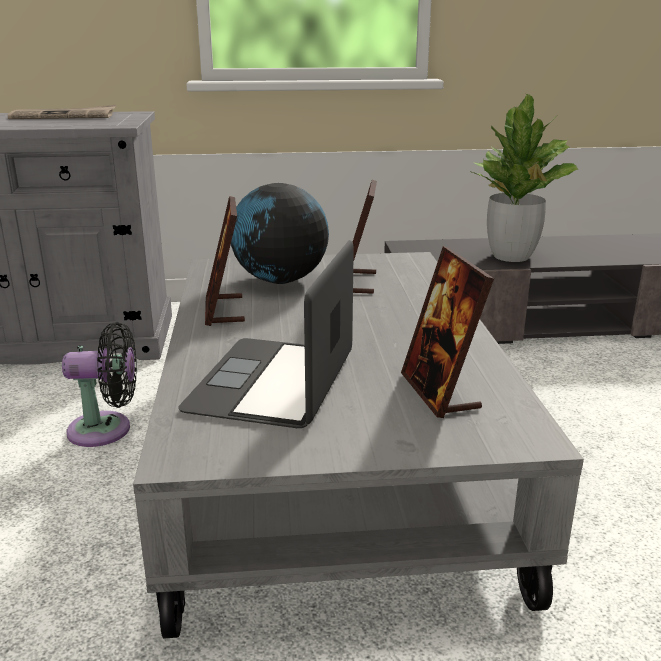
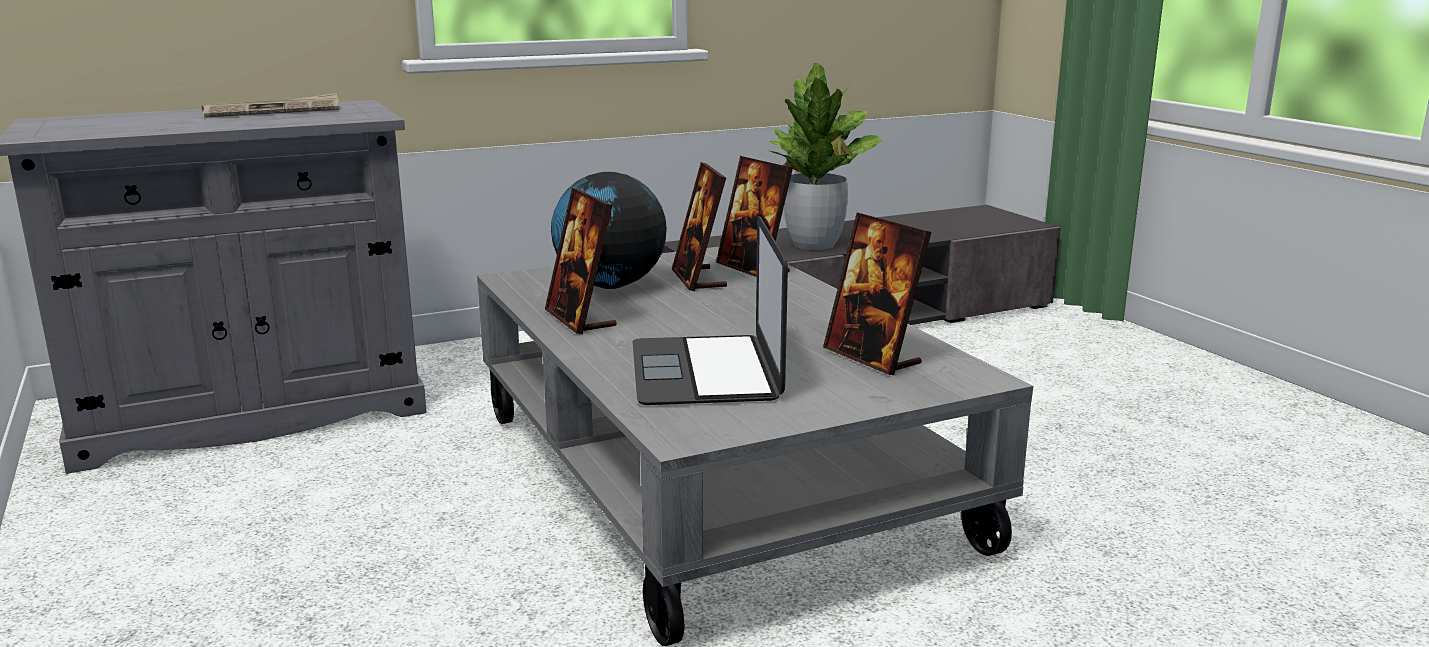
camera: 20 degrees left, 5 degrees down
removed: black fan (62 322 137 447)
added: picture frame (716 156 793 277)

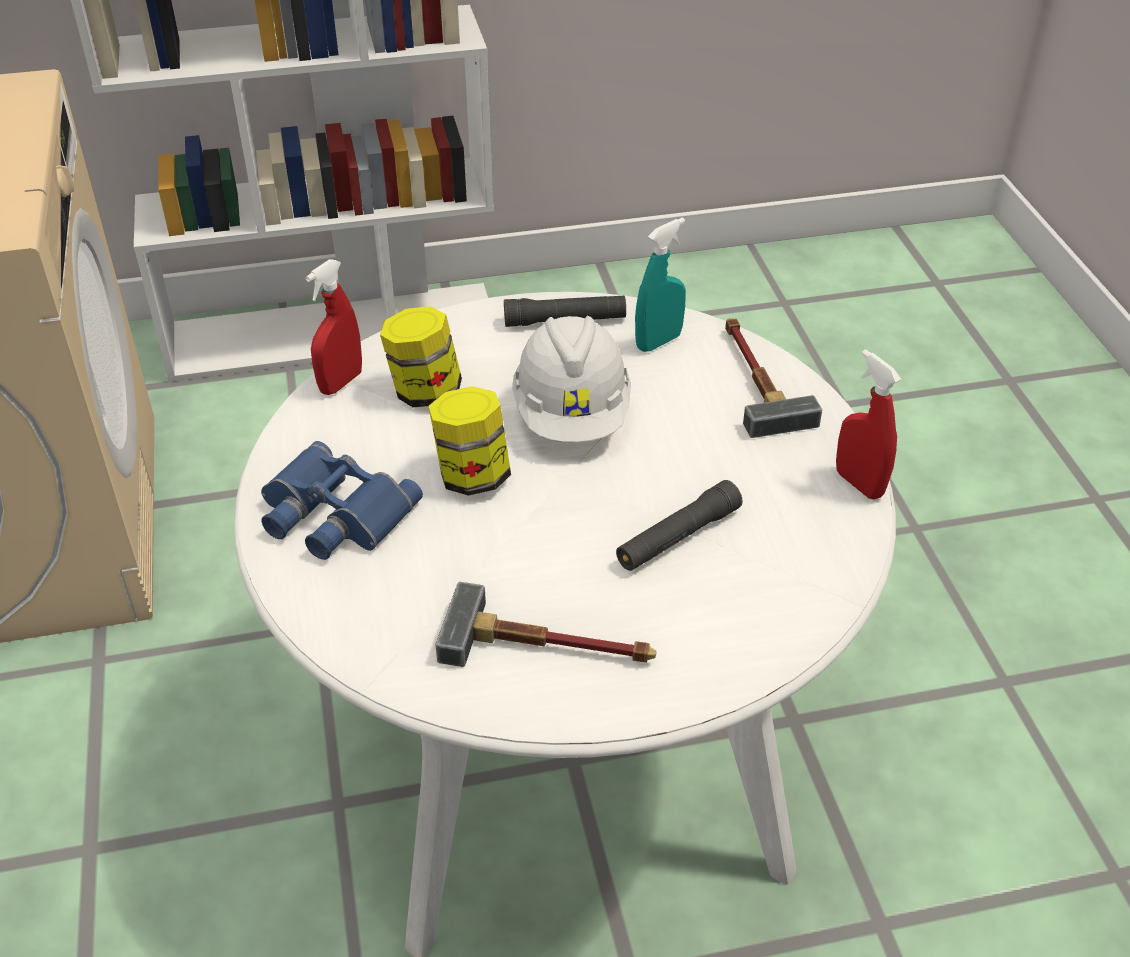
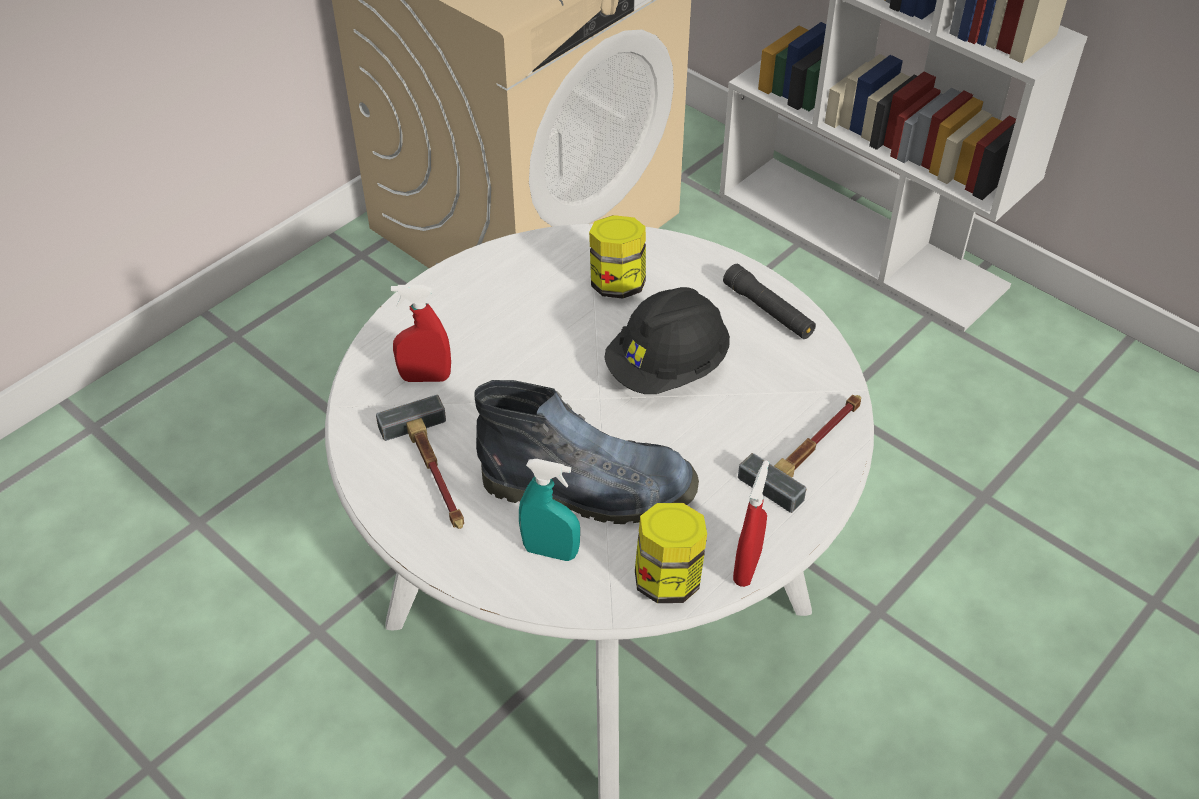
camera: 55 degrees right, 5 degrees up
removed: blue binoculars (261 441 423 560)
moved: red spray bottle (305 259 362 395) to (391 285 451 382); jar (429 386 511 496) to (635 503 707 603); turquoise spray bottle (635 217 686 352) to (519 459 580 561)
replaced: black flashlight (616 480 742 571) to boot (474 380 699 524)
recoloured: white hard hat (512 316 631 443) to black hard hat (605 287 730 394)

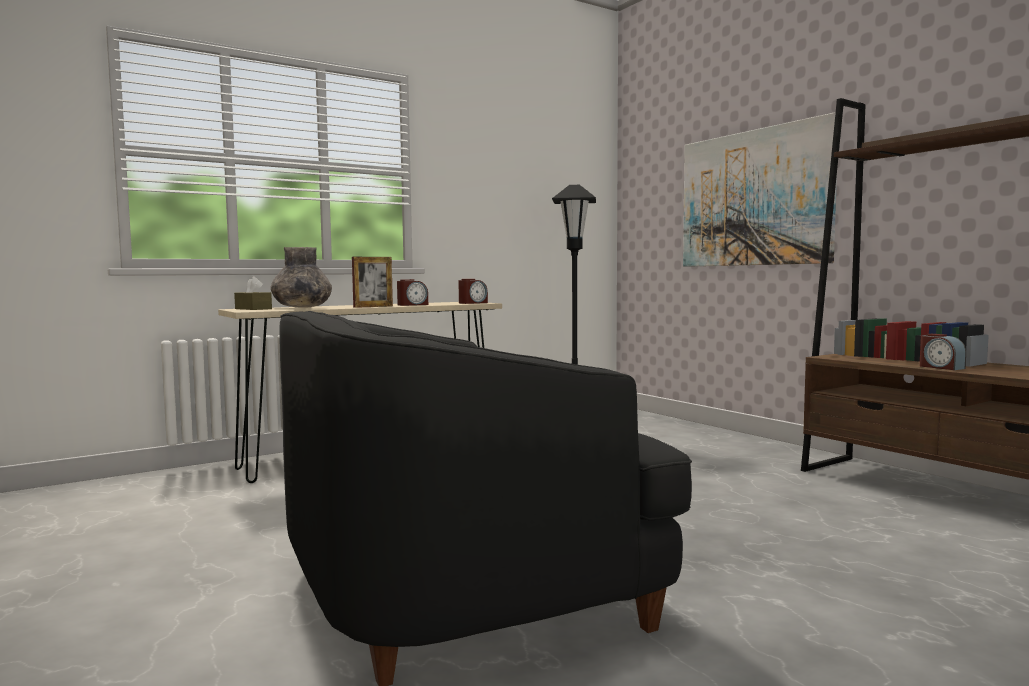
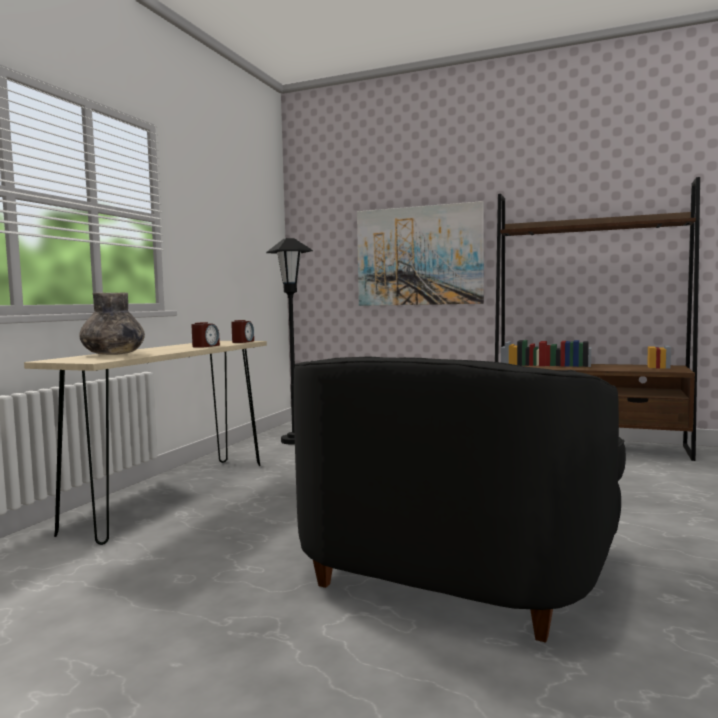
camera: 35 degrees left, 0 degrees up
removed: brown tissue box (234 276 272 310); picture frame (352 257 393 308); alarm clock (920 334 966 370)

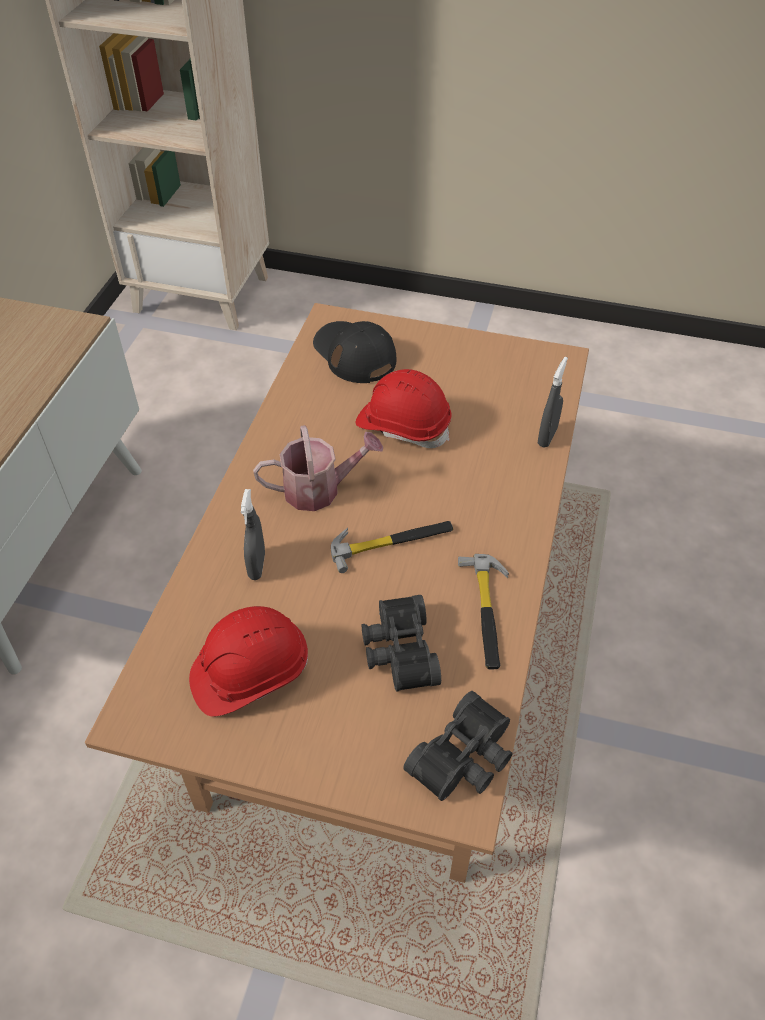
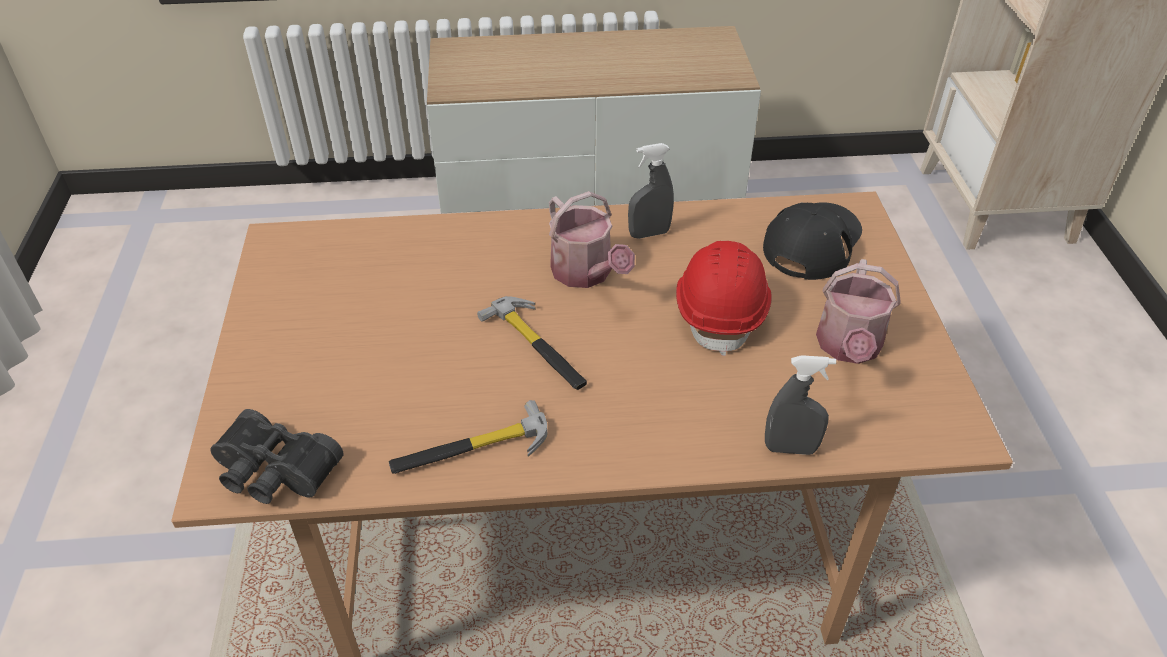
camera: 70 degrees right, 5 degrees down
removed: red hard hat (189 606 308 717); black binoculars (362 595 441 692)
added: watering can (816 259 901 364)
moved: grey spray bottle (241 489 265 580) to (628 143 674 239)

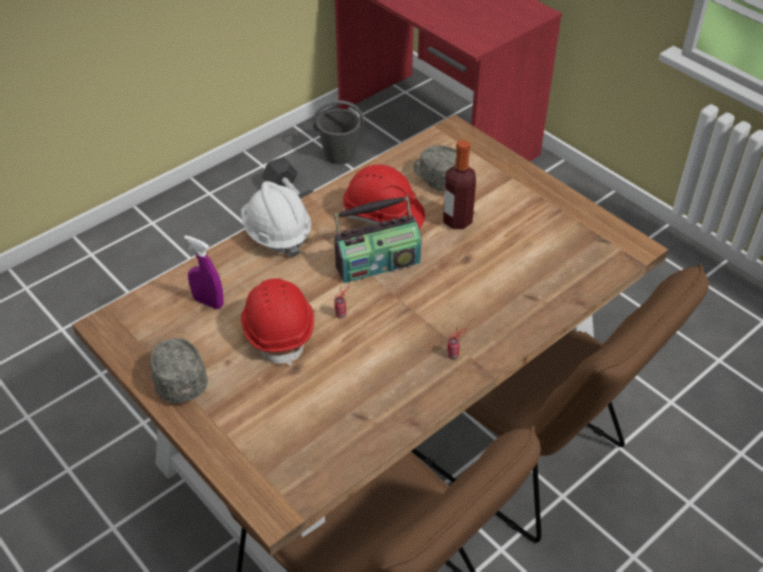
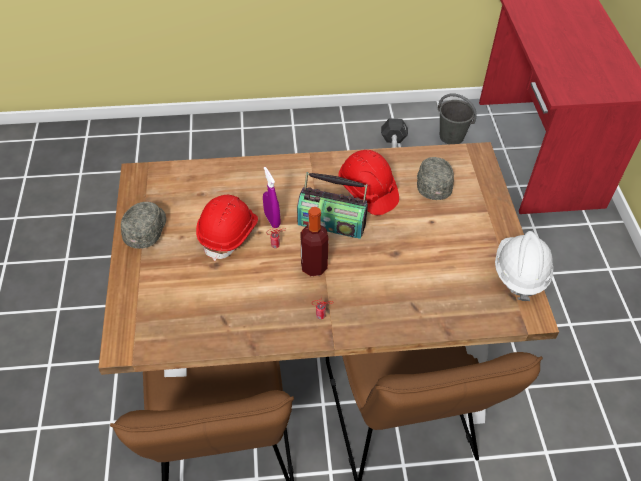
camera: 35 degrees right, 5 degrees up
moved: purple spray bottle (184 235 224 309) to (263 167 280 228); white hard hat (241 181 311 257) to (495 231 553 301); bottle (443 140 476 229) to (301 207 329 276)

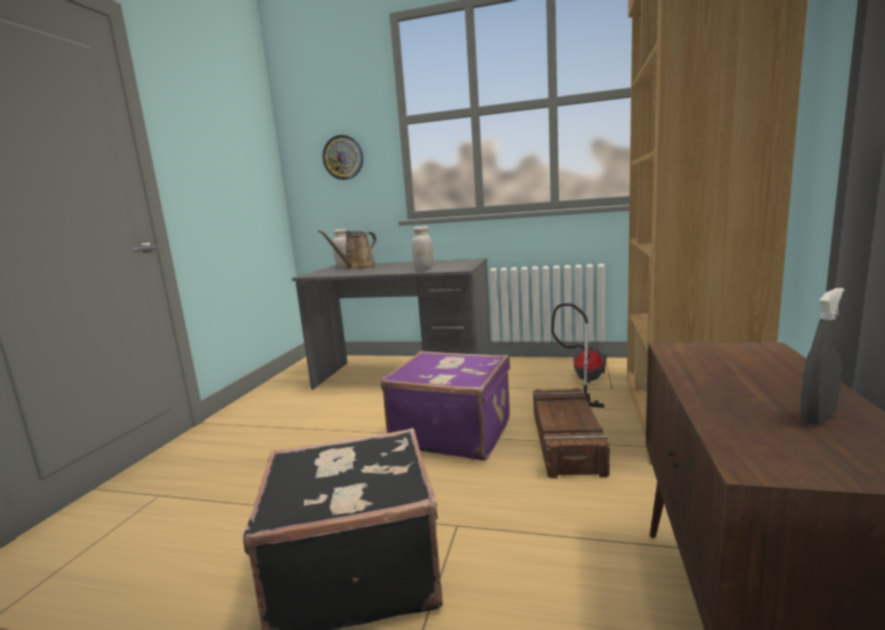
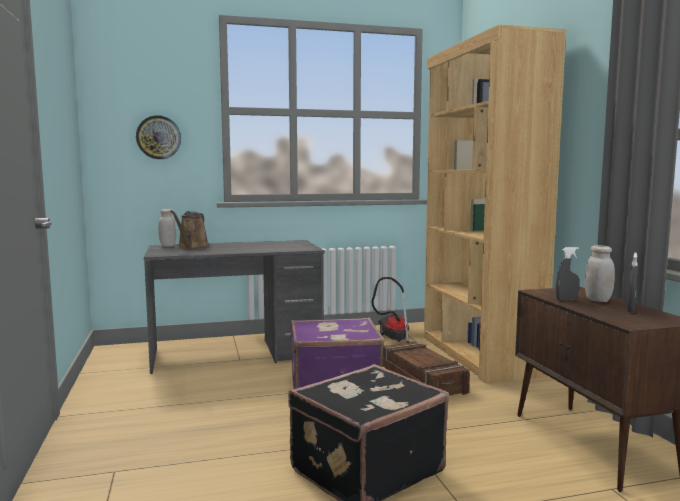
camera: 30 degrees left, 5 degrees down
added: grey spray bottle (556 247 580 301)
moved: white jar (412 226 434 271) to (585 245 615 302)

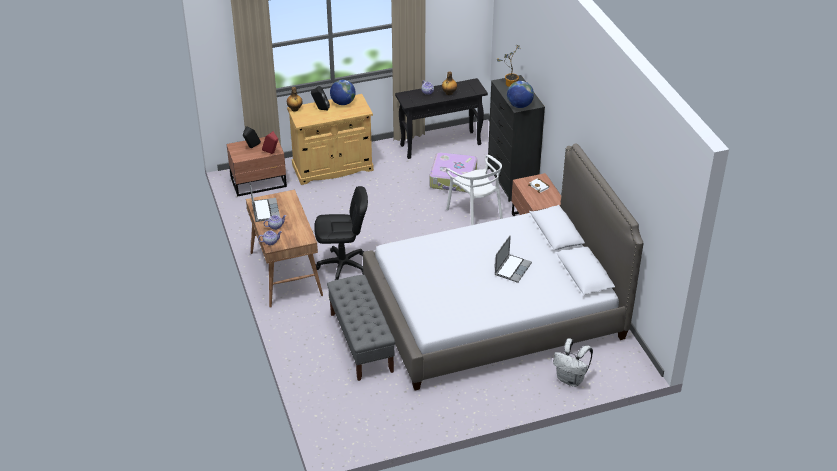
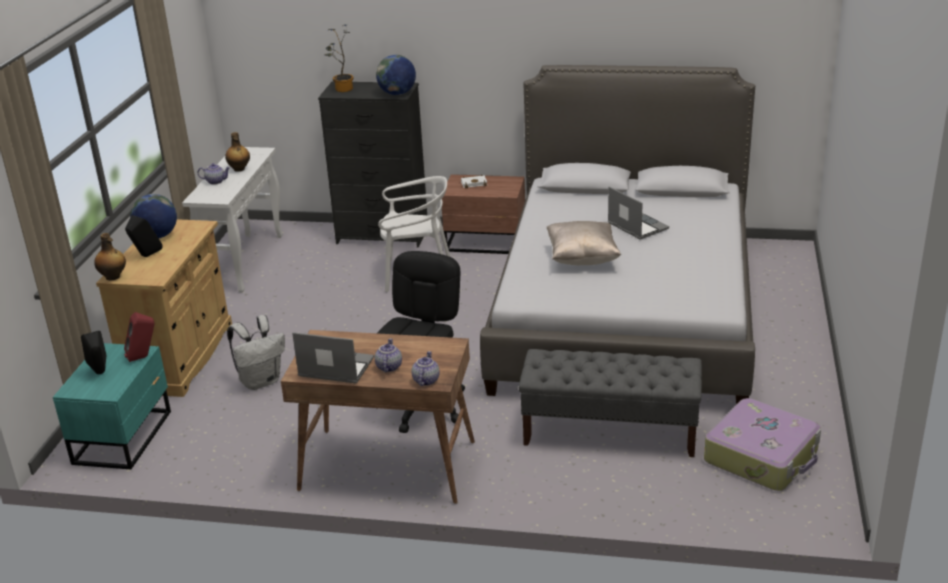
camera: 60 degrees left, 10 degrees down
added: beige pillow (547 221 621 265)
moved: suitcase (430 153 477 192) to (704 398 821 491); white backpack (553 338 593 387) to (227 315 285 390)
recoloured: brown nightstand (226 135 287 197) to turquoise nightstand (53 343 171 469); black console table (395 78 488 159) to white console table (182 147 283 292)

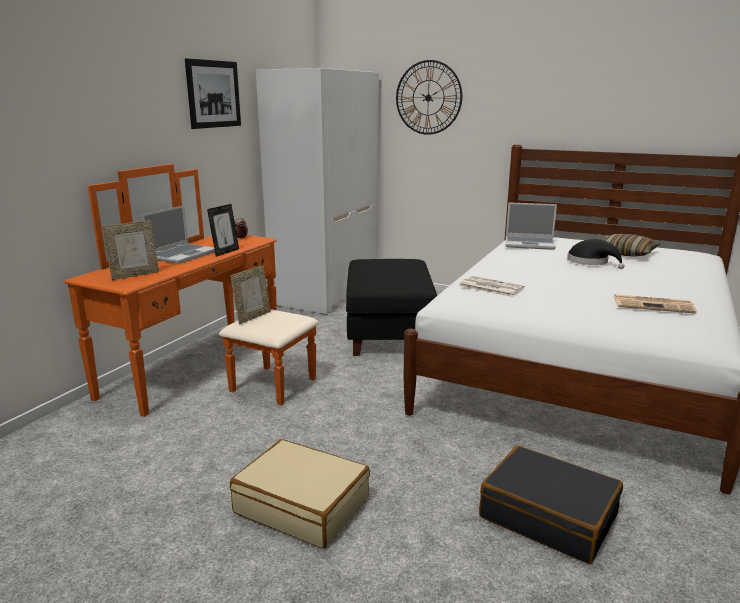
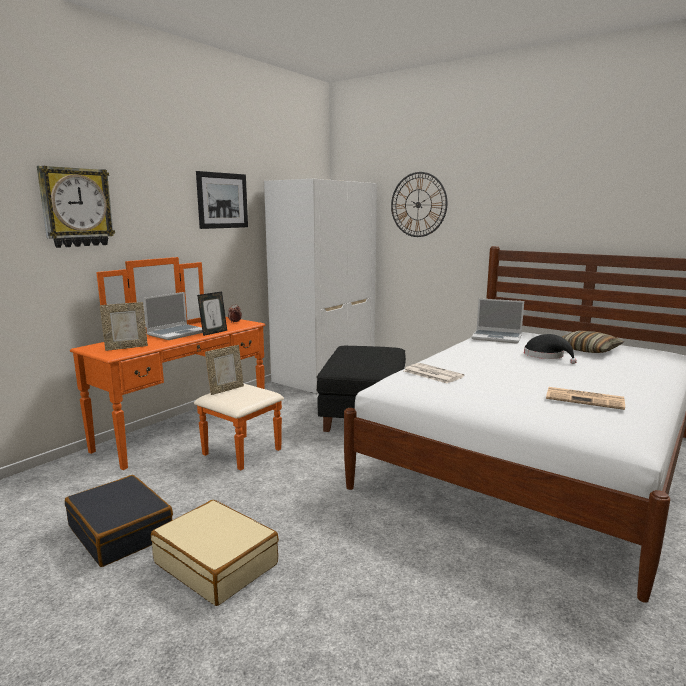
camera: 10 degrees right, 5 degrees down
added: wall clock (37 166 115 248)
moved: black suitcase (479 445 623 564) to (65 475 173 567)

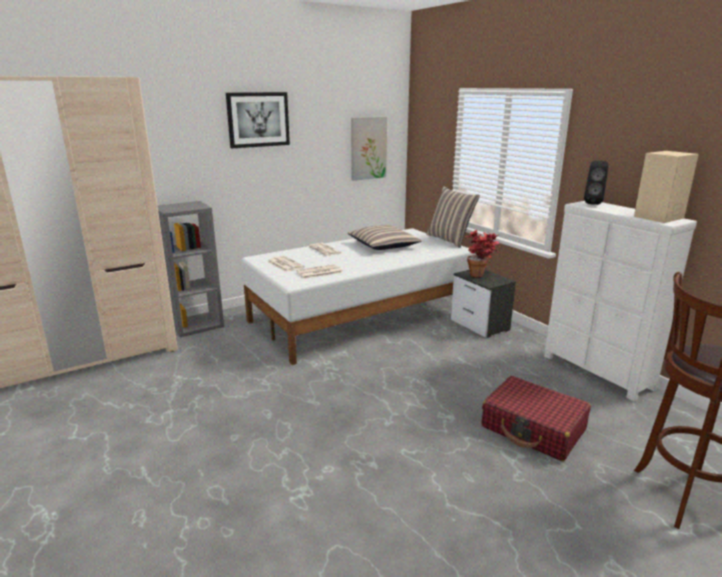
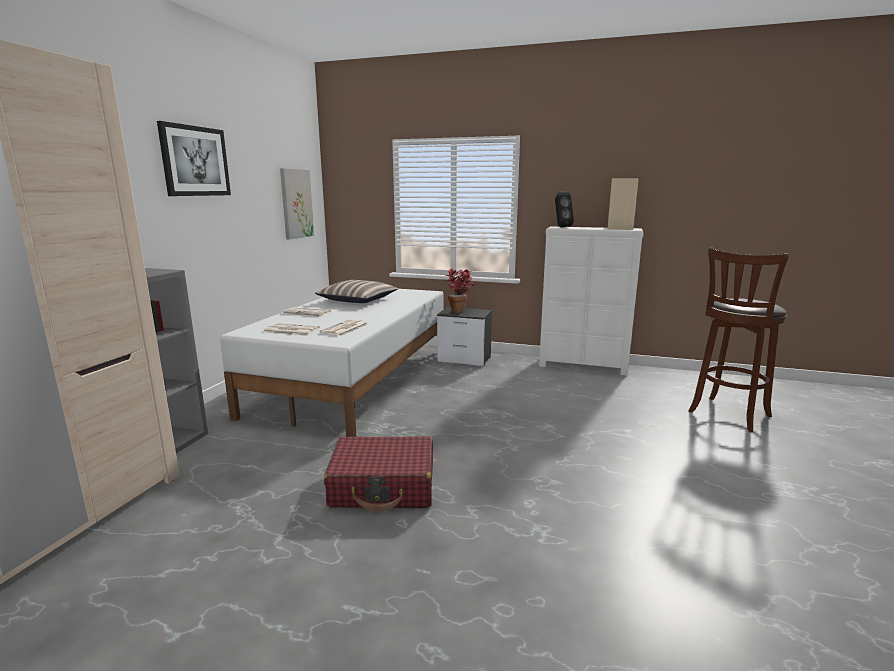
camera: 40 degrees left, 5 degrees down
removed: pillow (426 186 480 248)
moved: red suitcase (481 376 591 461) to (324 437 433 512)

